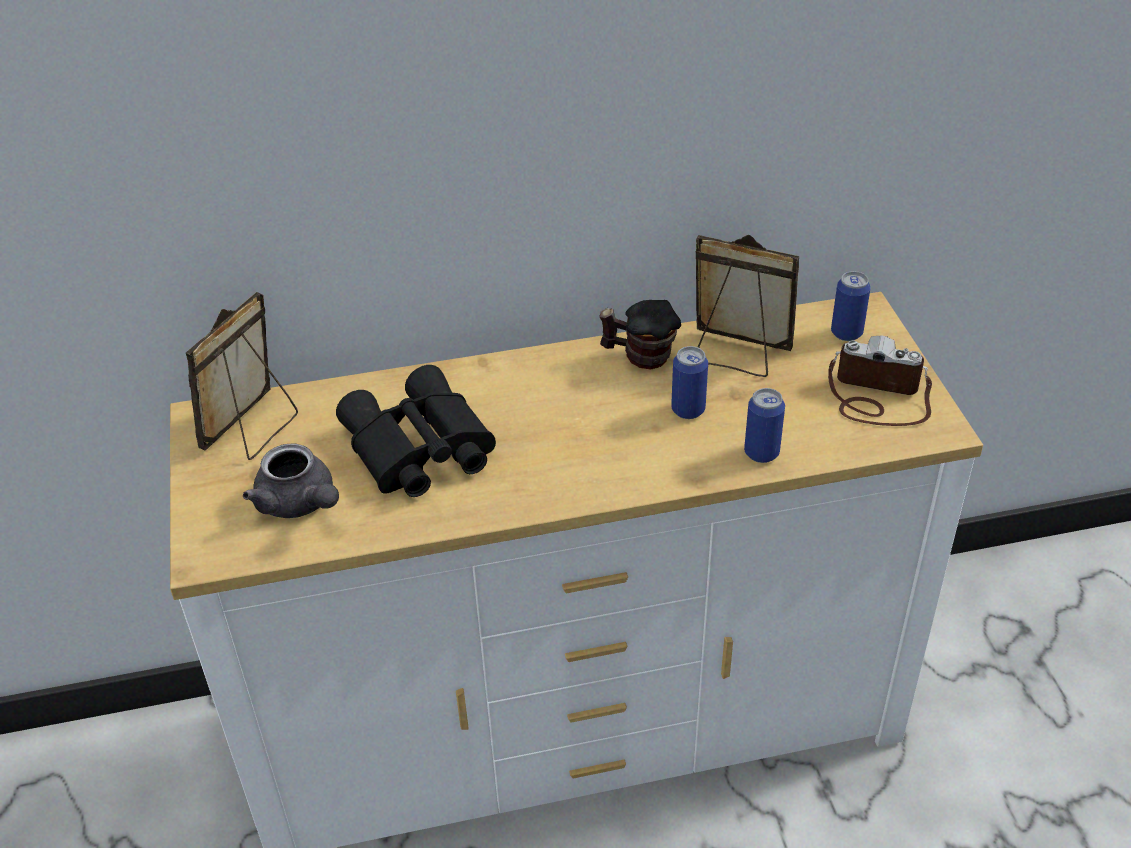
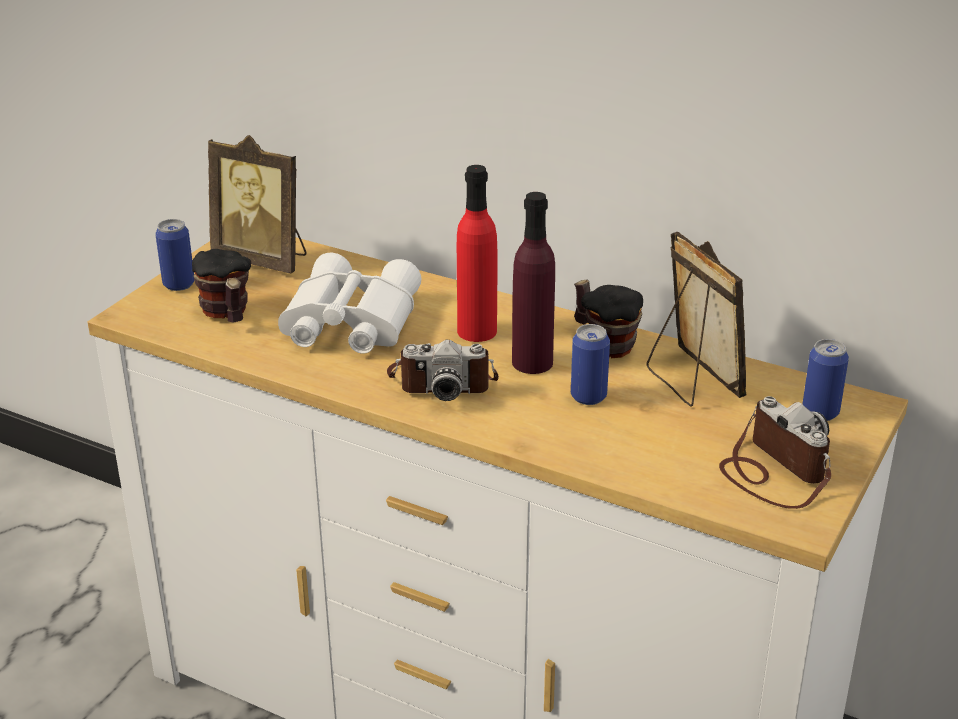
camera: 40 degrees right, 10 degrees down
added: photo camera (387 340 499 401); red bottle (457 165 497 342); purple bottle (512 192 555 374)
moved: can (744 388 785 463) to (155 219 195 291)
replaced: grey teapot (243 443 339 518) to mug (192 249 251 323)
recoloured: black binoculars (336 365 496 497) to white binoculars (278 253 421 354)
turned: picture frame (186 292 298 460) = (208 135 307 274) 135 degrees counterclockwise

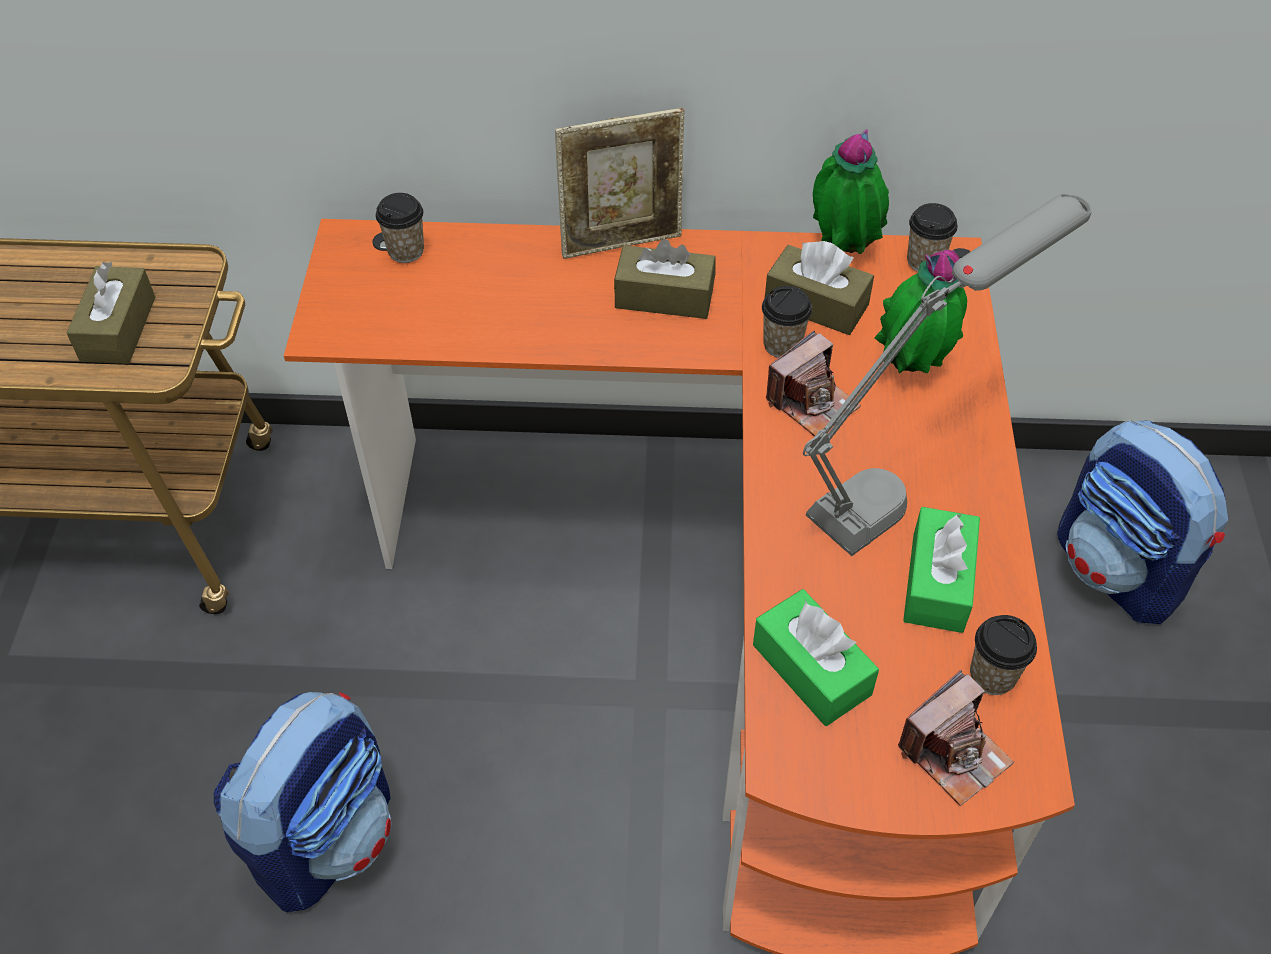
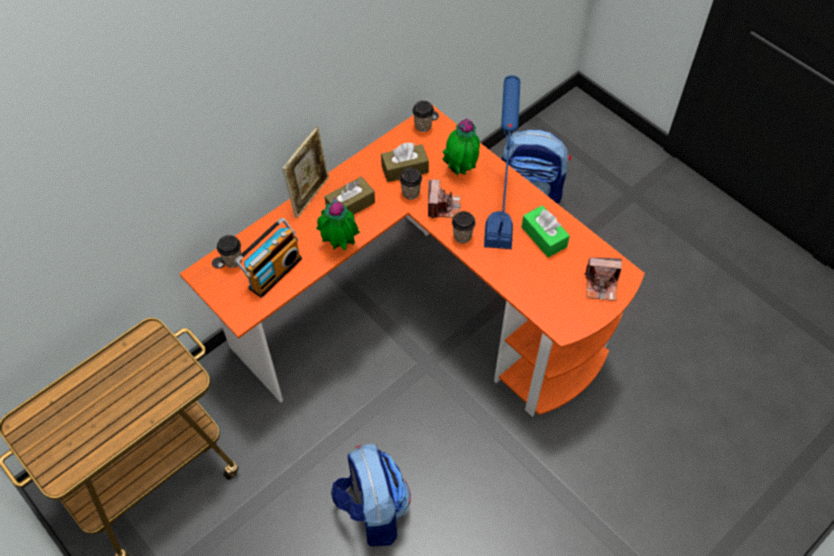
camera: 45 degrees left, 5 degrees up
removed: brown tissue box (67 262 155 364); green tissue box (753 589 879 726)
added: radio (235 218 302 298)
moved: potted plant (813 129 889 254) to (316 197 360 251); cup (970 615 1037 695) to (452 211 476 243)
recoloured: grey table lamp (803 194 1092 556) to blue table lamp (484 75 520 249)
turned: photo camera (898 670 1014 806) = (584 257 622 301) 90 degrees clockwise

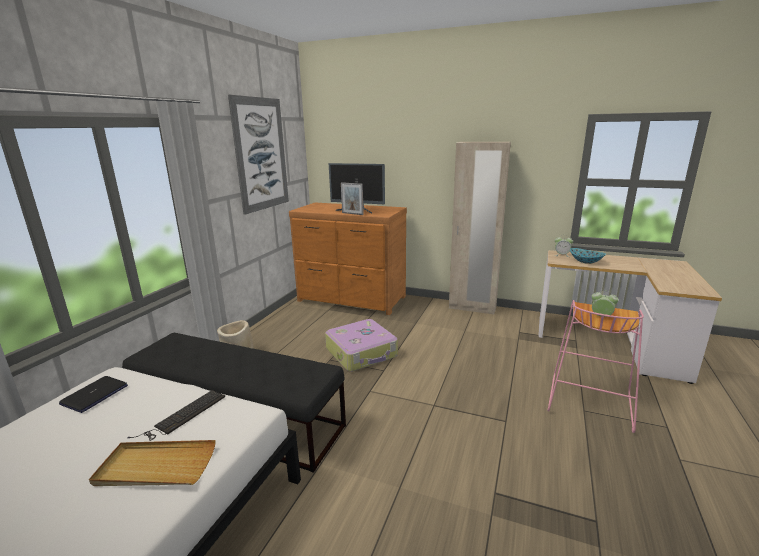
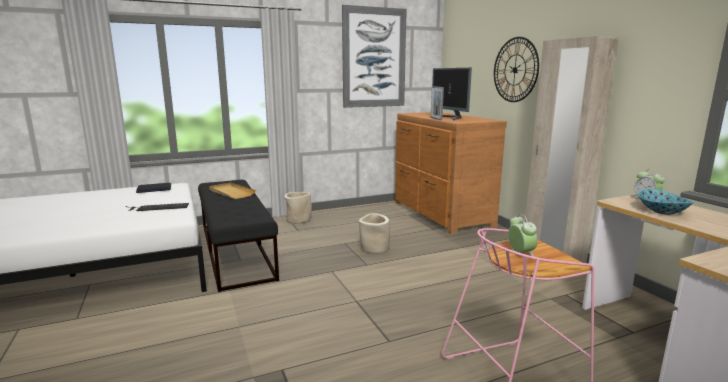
camera: 45 degrees right, 5 degrees down
added: wall clock (494 37 539 102)
moved: beige tray (89 440 216 486) to (209 183 256 199)
replaced: suitcase (325 319 398 371) to beige planter (359 213 390 254)

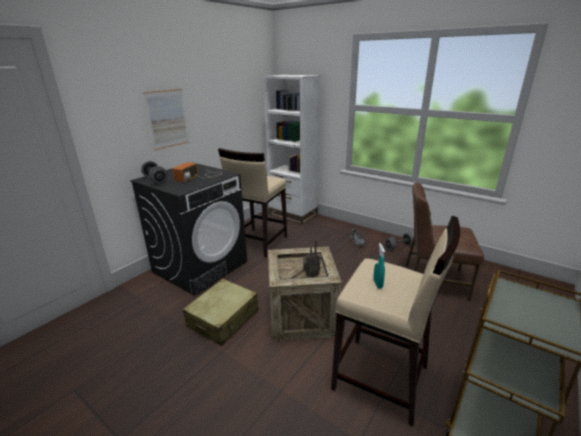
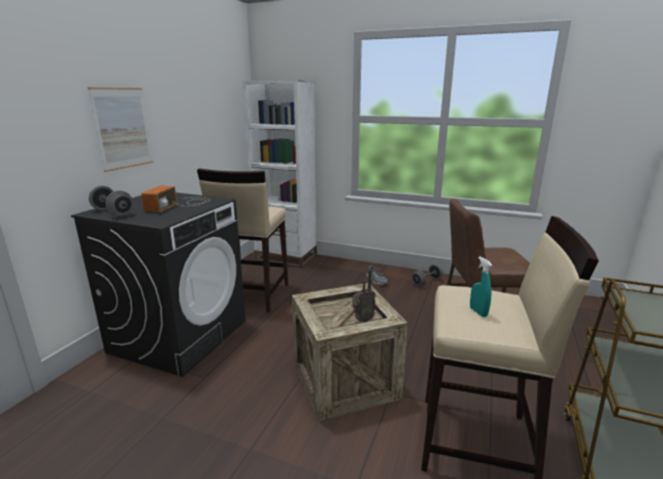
camera: 15 degrees left, 5 degrees down
removed: beige suitcase (183 279 259 346)

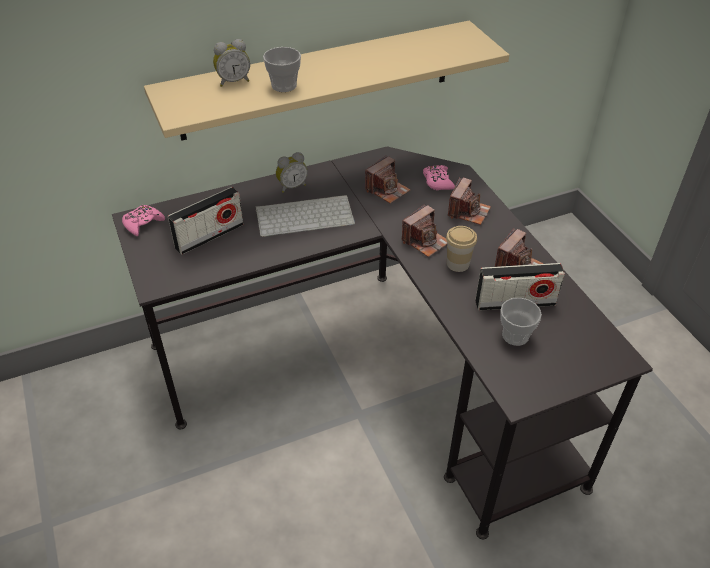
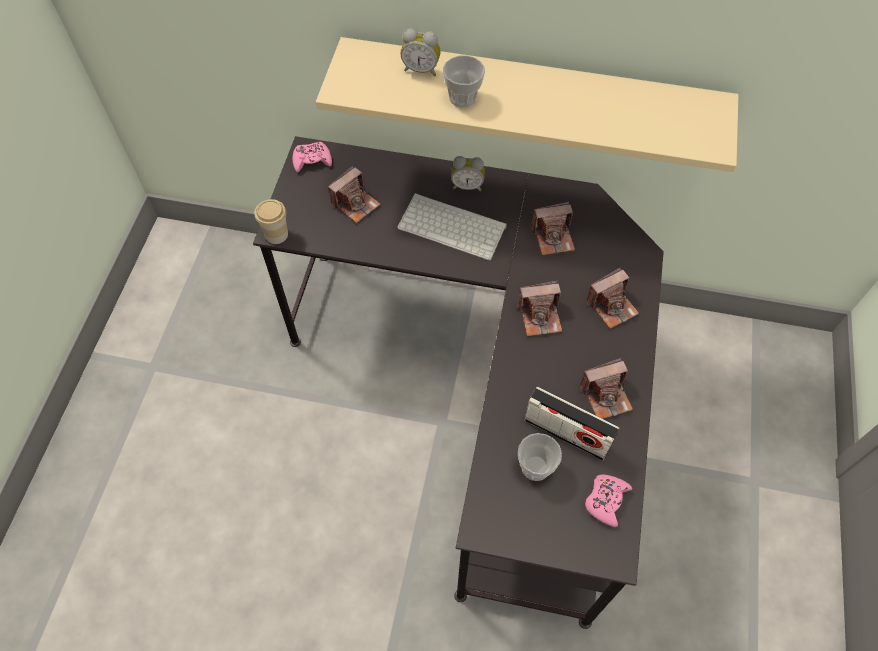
camera: 35 degrees right, 15 degrees up
moved: pink game controller (423 165 455 190) to (585 474 632 527); cup (446 226 477 272) to (255 199 288 244)
replaced: radio (168 187 244 255) to photo camera (328 166 380 223)

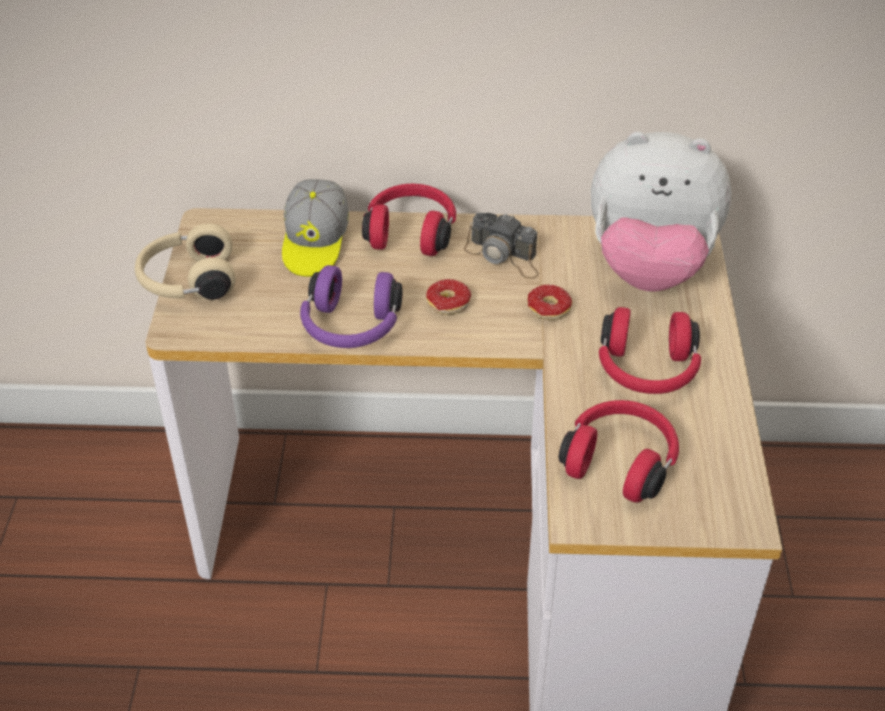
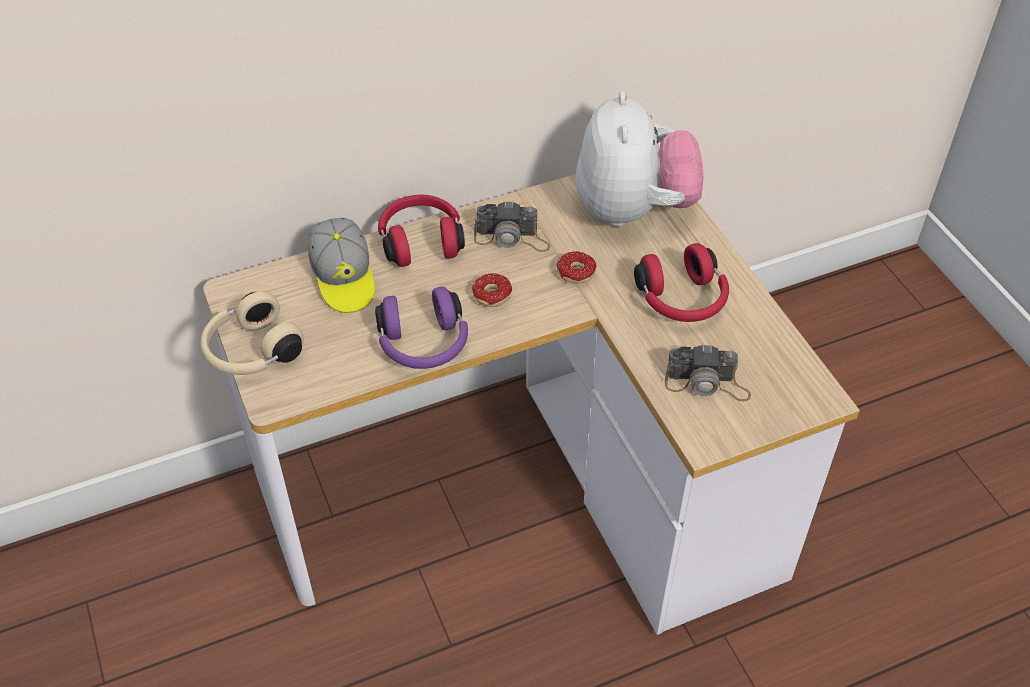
camera: 25 degrees left, 5 degrees up
replaced: red headphones (559 400 679 503) to photo camera (665 344 751 402)
turned: plush toy (591 132 732 292) = (576 91 704 227) 75 degrees counterclockwise

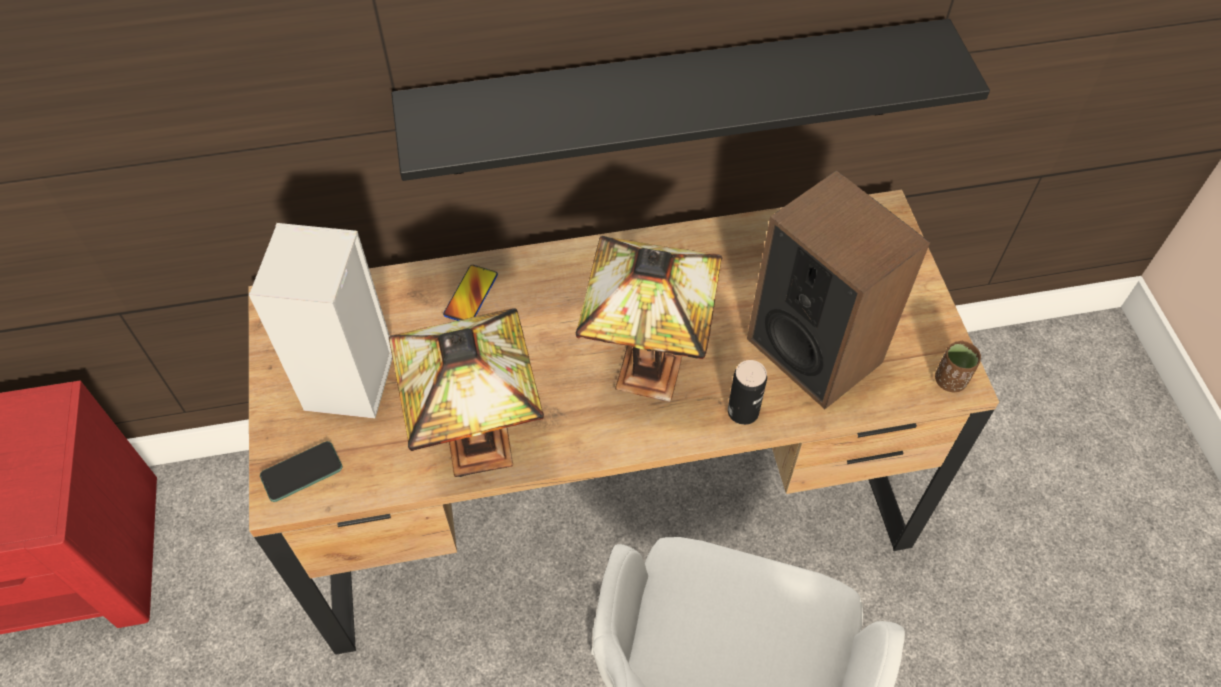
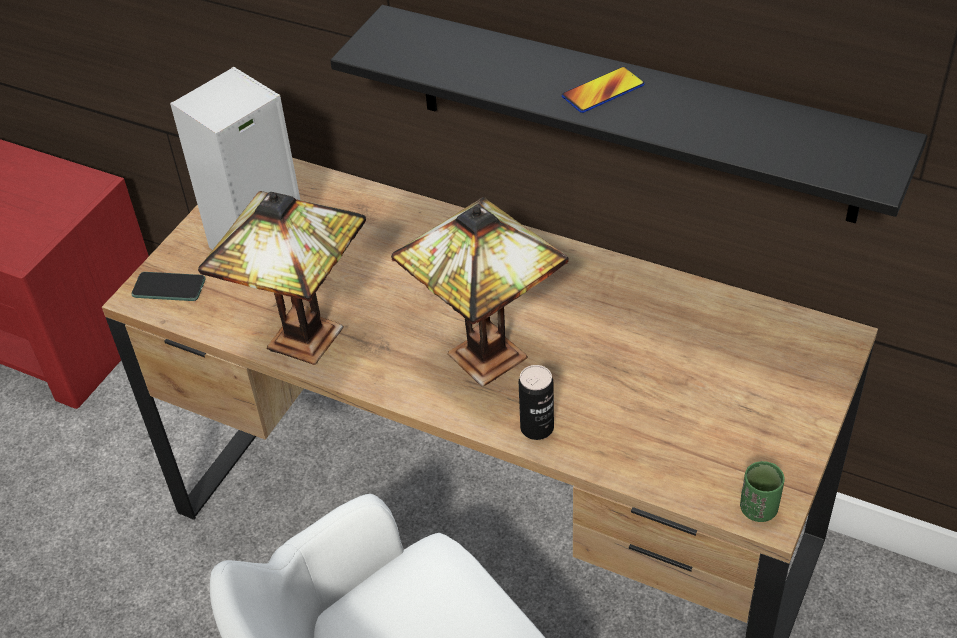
camera: 40 degrees right, 10 degrees down
removed: speaker (747 170 930 409)
moved: phone (443 265 498 321) to (562 67 645 113)
recoloured: brown cup (935 341 981 392) to green cup (740 461 785 522)

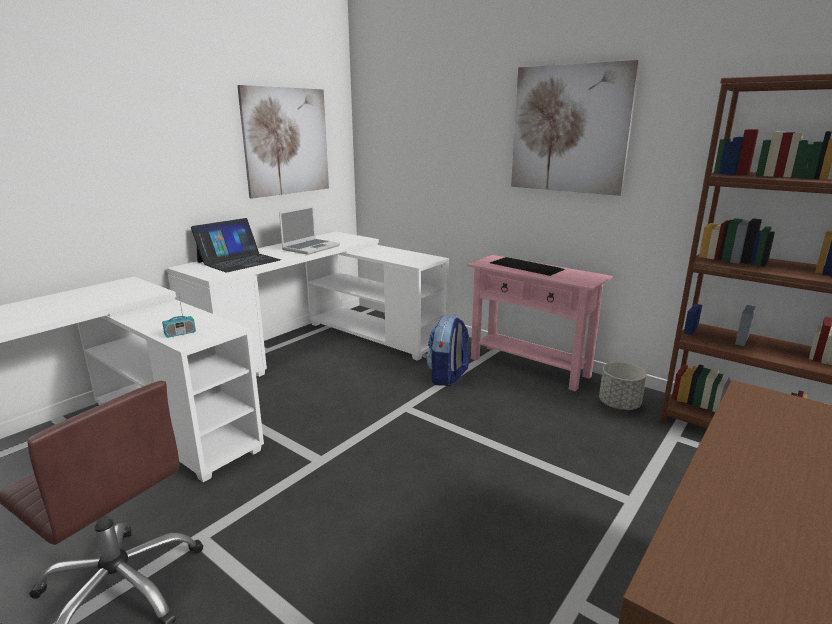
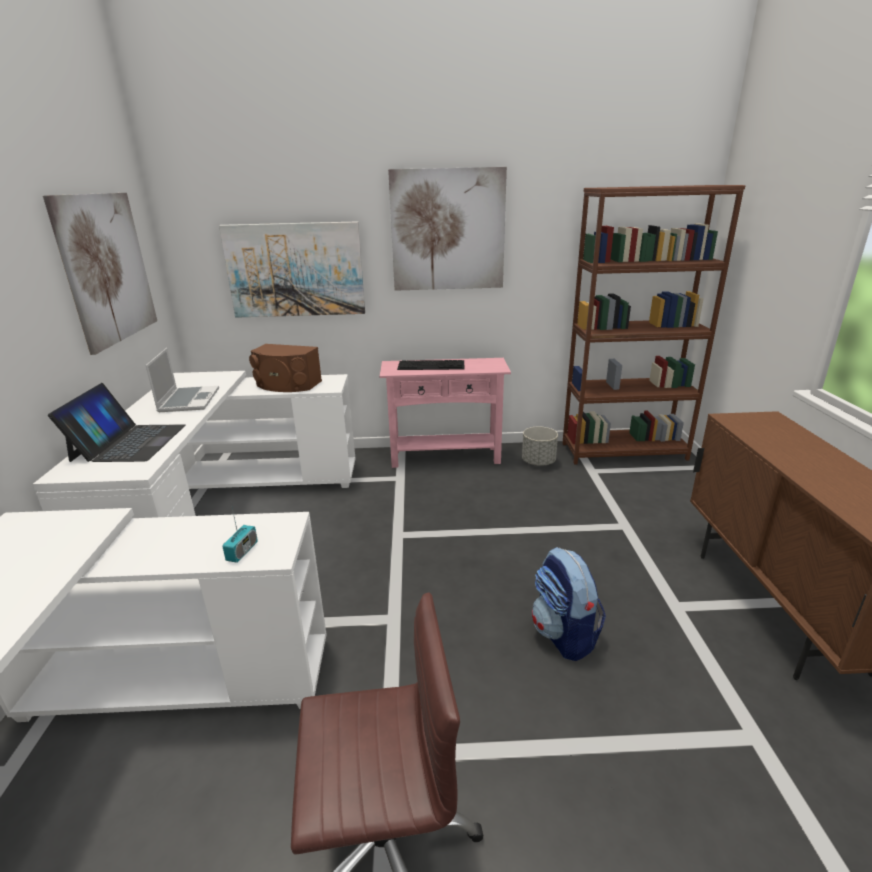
camera: 40 degrees left, 5 degrees up
added: picture (219 221 365 318); brown speaker (249 344 322 392)
moved: backpack (426 314 469 386) to (532 547 606 661)

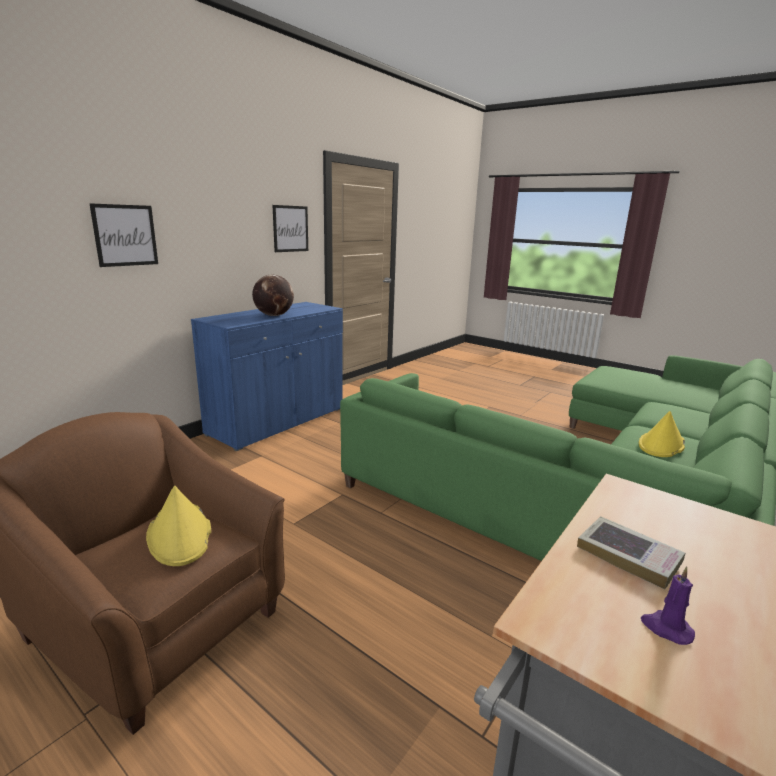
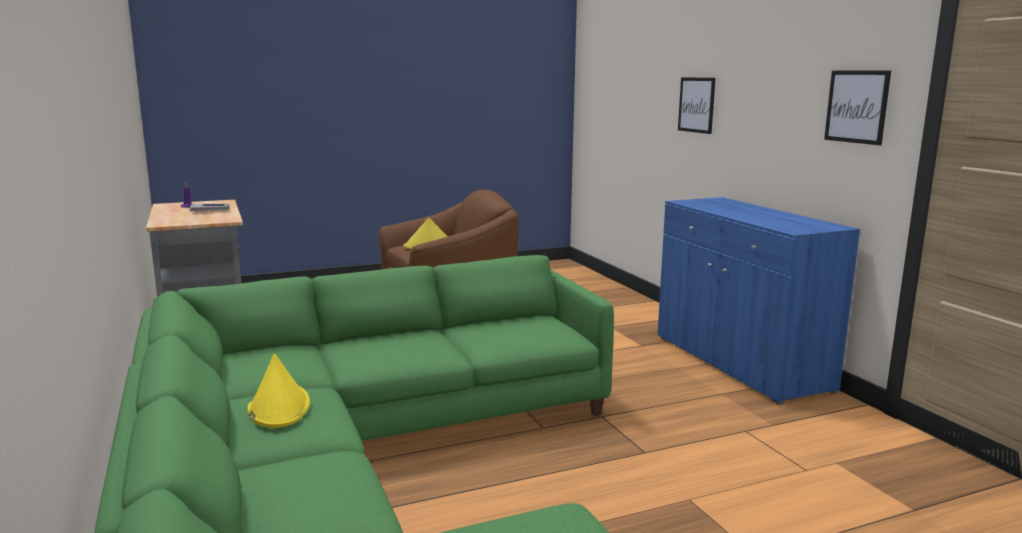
camera: 120 degrees right, 5 degrees down
removed: globe (252 275 294 316)

